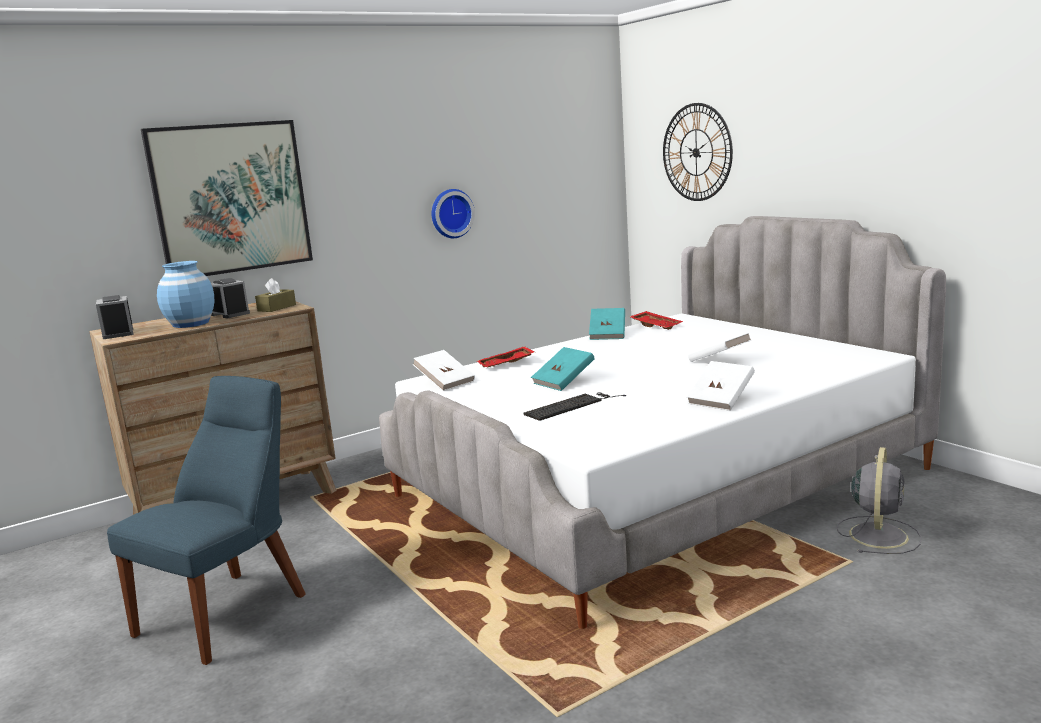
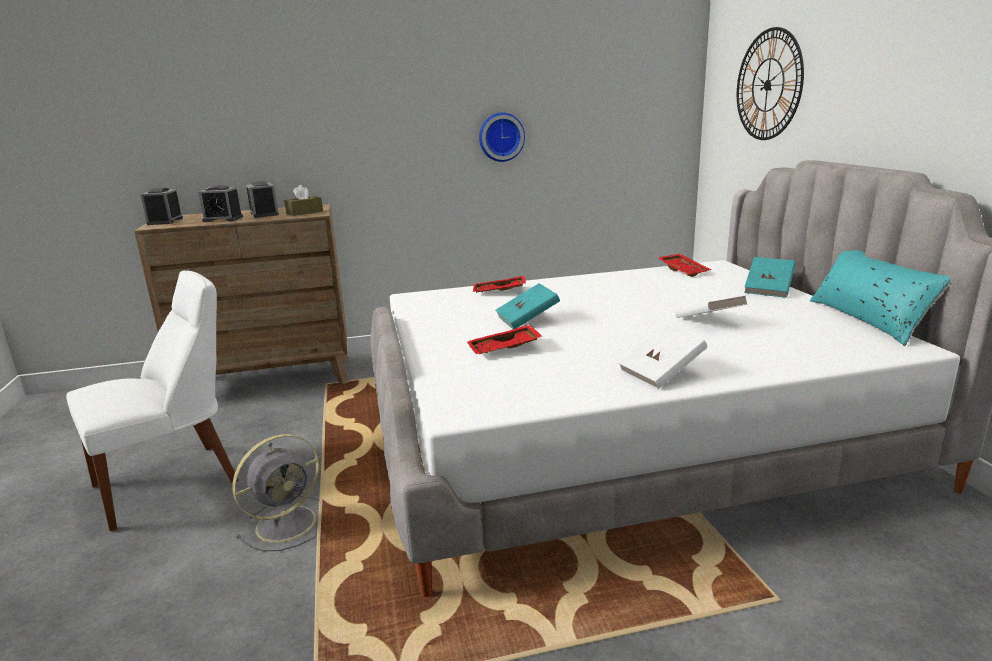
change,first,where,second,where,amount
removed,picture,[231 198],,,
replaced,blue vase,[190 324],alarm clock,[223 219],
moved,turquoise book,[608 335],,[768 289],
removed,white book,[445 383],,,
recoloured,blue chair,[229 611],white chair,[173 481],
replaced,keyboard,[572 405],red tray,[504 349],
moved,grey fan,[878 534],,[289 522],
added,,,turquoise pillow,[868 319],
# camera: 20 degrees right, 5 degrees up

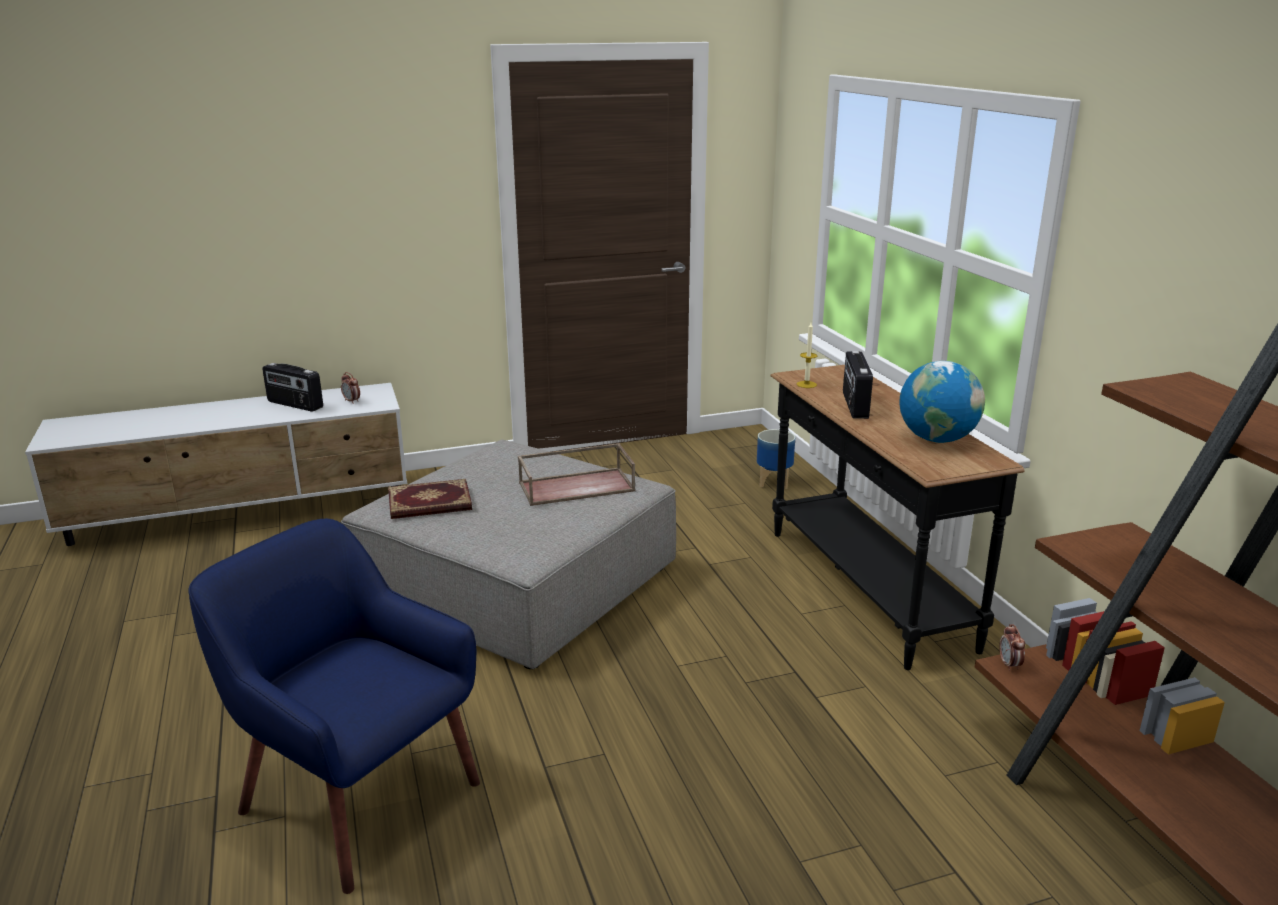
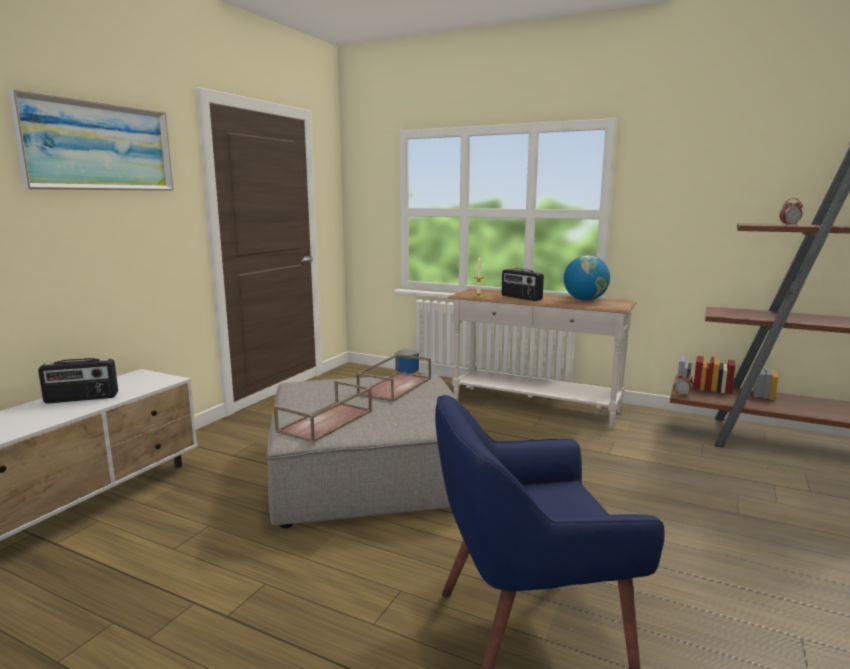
change,first,where,second,where,amount
recoloured,black console table,[865 588],white console table,[534 407],
moved,alarm clock,[352 401],,[789 225],
replaced,book,[430 504],brown tray,[326 422],
added,,,picture,[99 147],
# camera: 45 degrees left, 10 degrees down

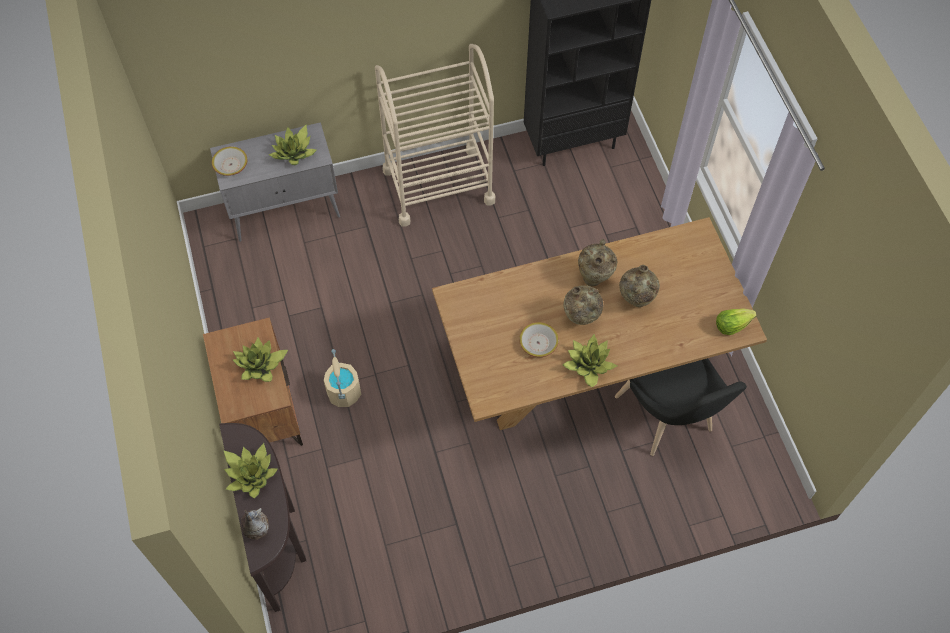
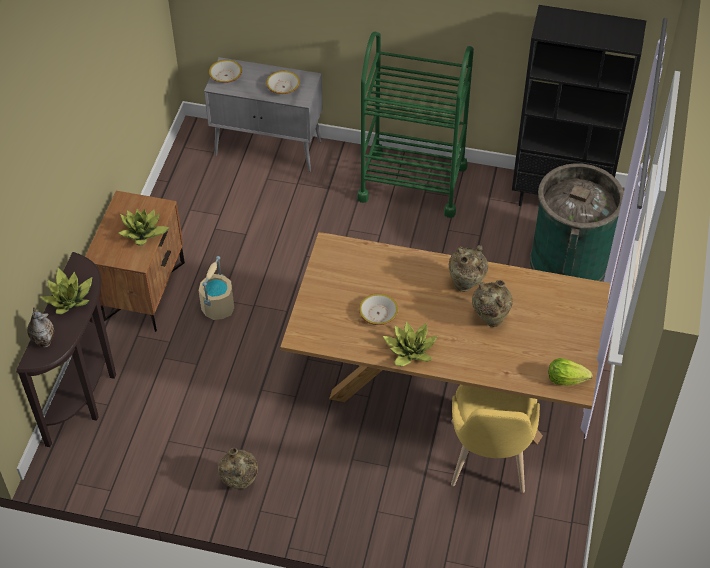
change,first,where,second,where,amount
recoloured,beige cart,[438 185],green cart,[412 182],
replaced,potted plant,[294 152],bowl,[283 87],
moved,beige vase,[580 319],,[240 484],
recoloured,black chair,[668 419],yellow chair,[488 463],
added,,,green trash can,[568 262],
# camera: 30 degrees right, 10 degrees down

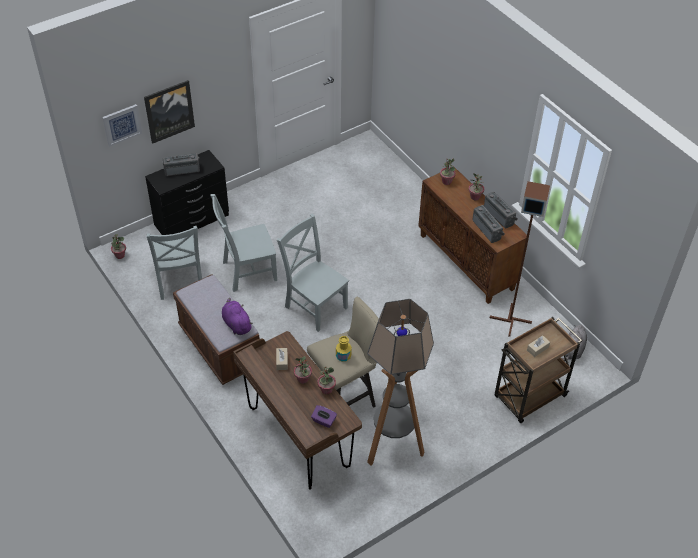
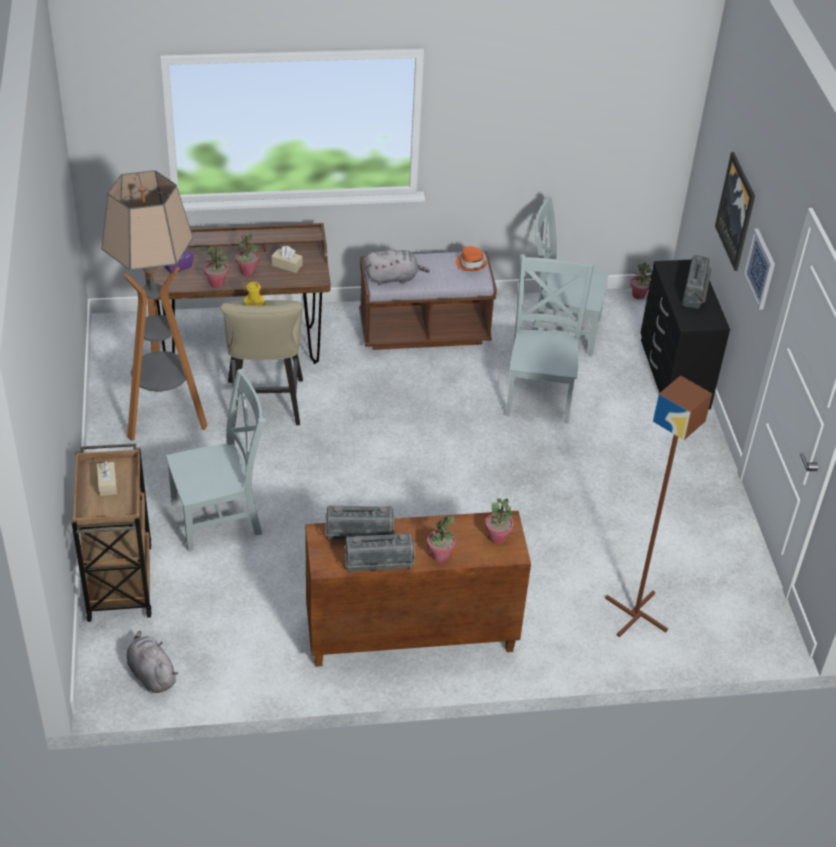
change,first,where,second,where,amount
moved,picture,[122 124],,[760 269],
moved,brown floor lamp,[510 319],,[637 614],
moved,grey chair,[314 305],,[221 517],
recoloured,purple plush toy,[236 324],grey plush toy,[393 278],
added,,,orange hat,[471 263],
# camera: 115 degrees right, 5 degrees down

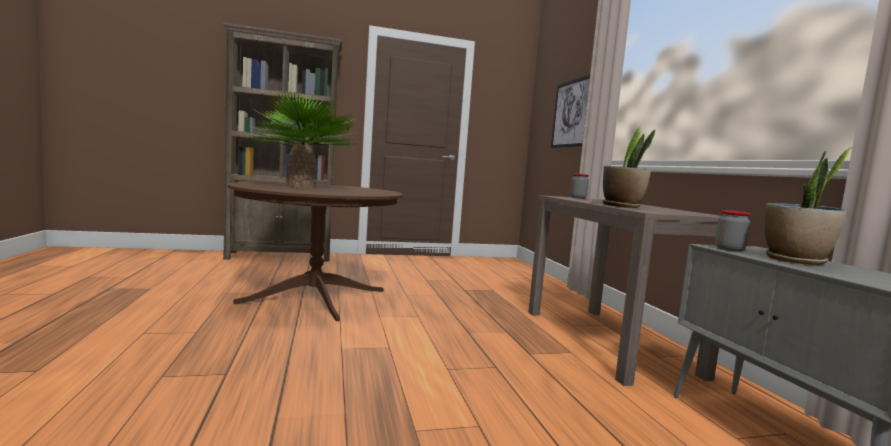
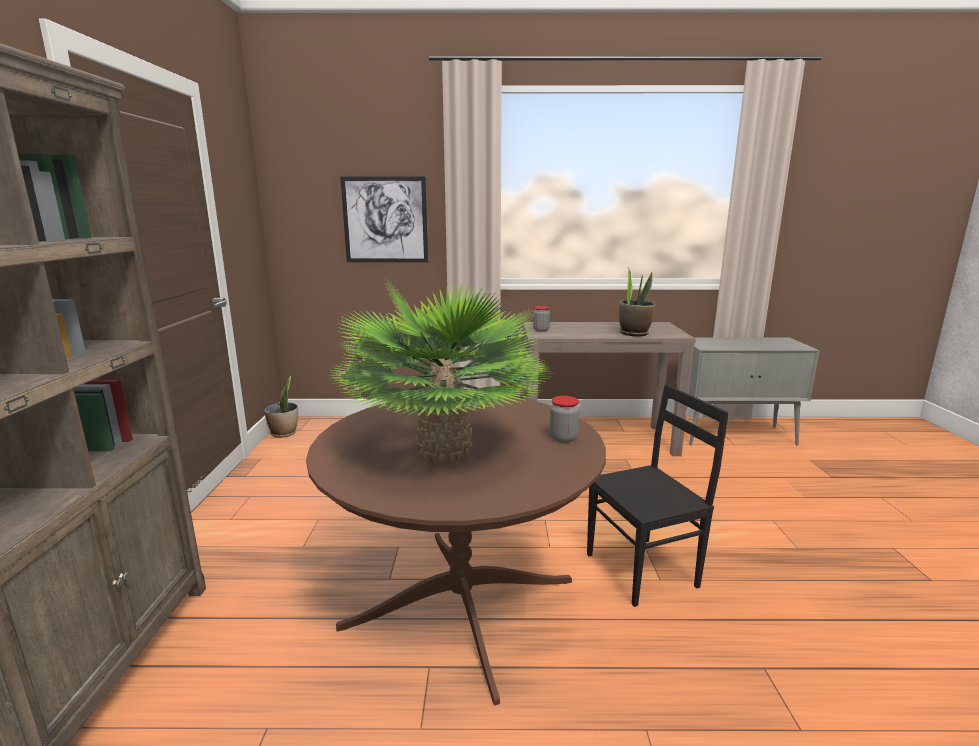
change,first,where,second,where,amount
moved,potted plant,[796 261],,[284 433],
moved,jar,[729 249],,[563 438],
added,,,black chair,[643 570],
# camera: 75 degrees left, 10 degrees up

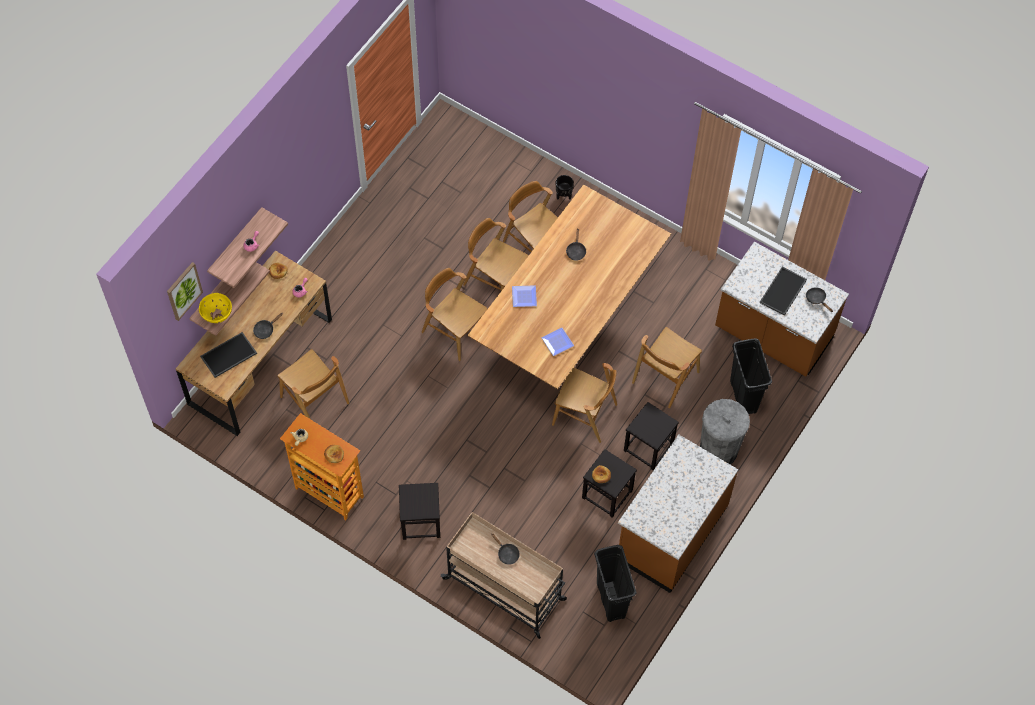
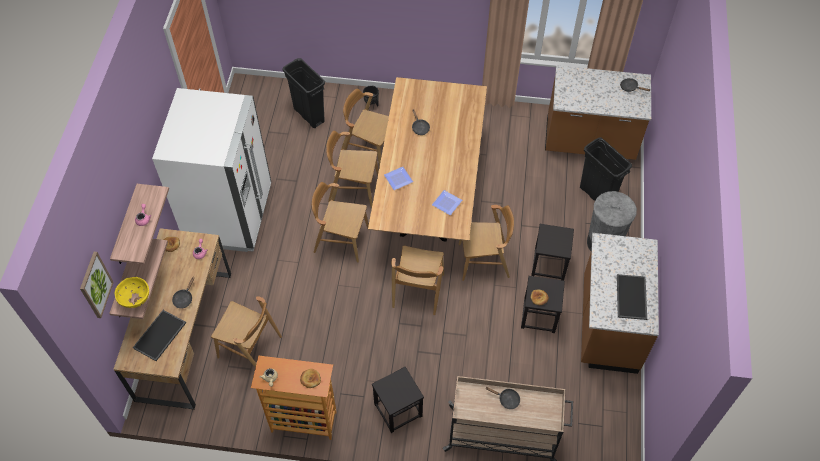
change,first,where,second,where,amount
moved,tray,[783 292],,[632 297],
moved,brown chair,[665 377],,[418 291],
moved,black trash can,[610 600],,[309 115],
added,,,white fridge,[229 215],
# camera: 25 degrees left, 5 degrees down

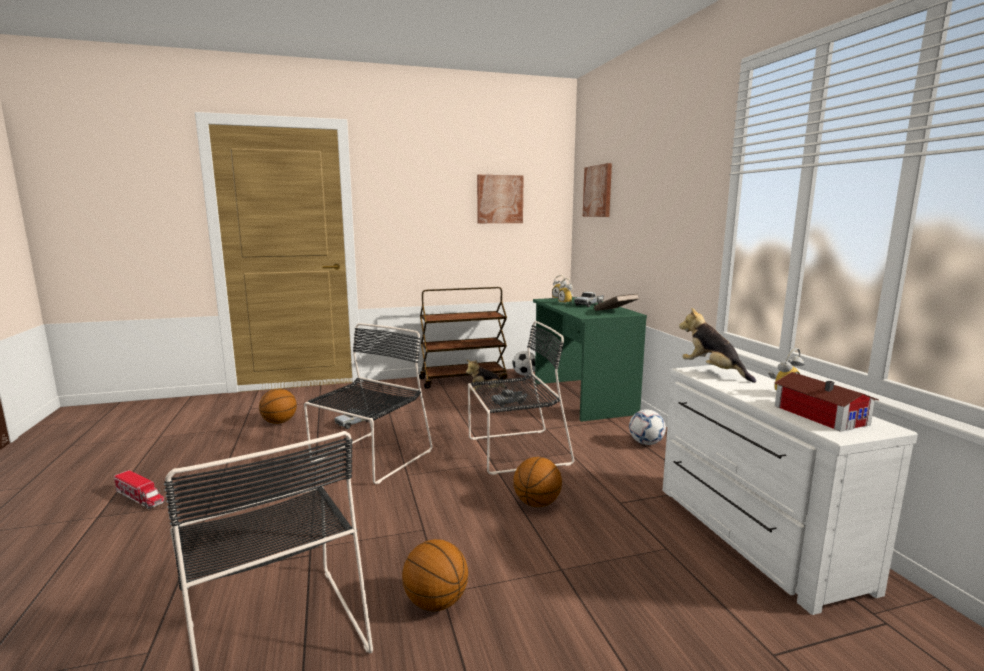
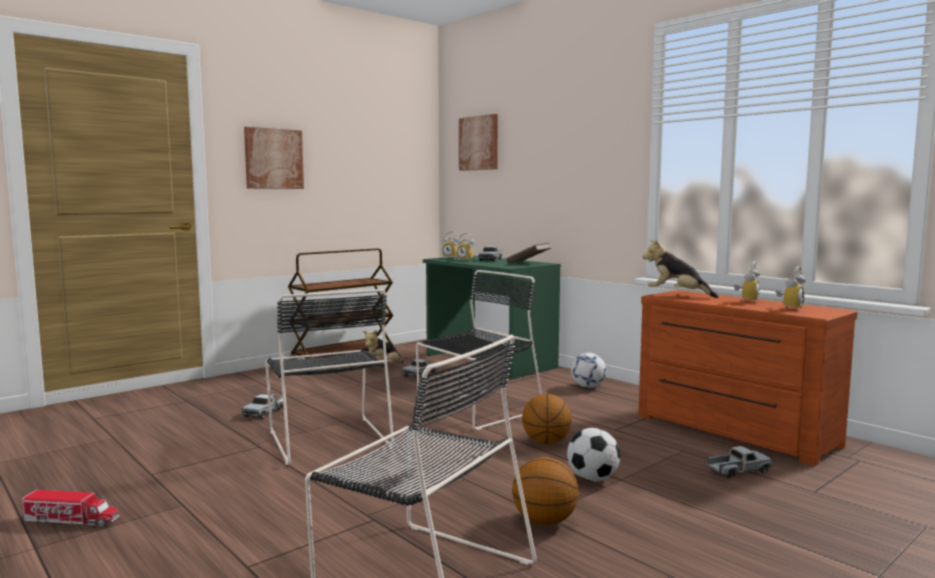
change,first,where,second,where,amount
moved,picture,[499 199],,[273 159],
turned,black chair,[370 458],,[328 438],150 degrees clockwise
moved,football,[524 375],,[593 479],
recoloured,white dresser,[751 535],brown dresser,[732 431],
replaced,toy house,[819 414],alarm clock,[789 308],
removed,basketball,[279 422],,,
added,,,toy truck,[738 471],
# camera: 25 degrees left, 5 degrees down

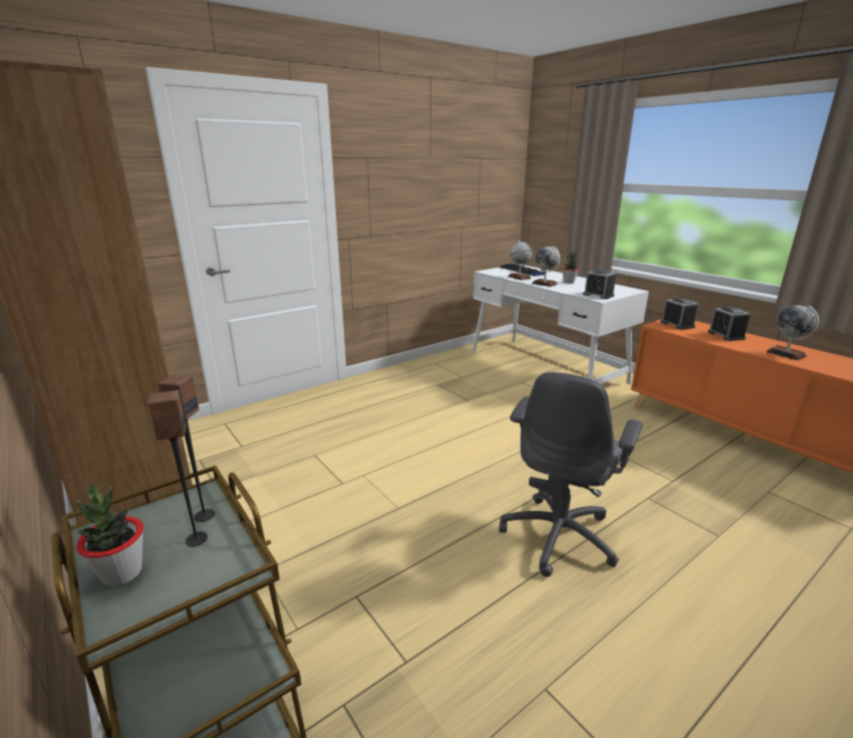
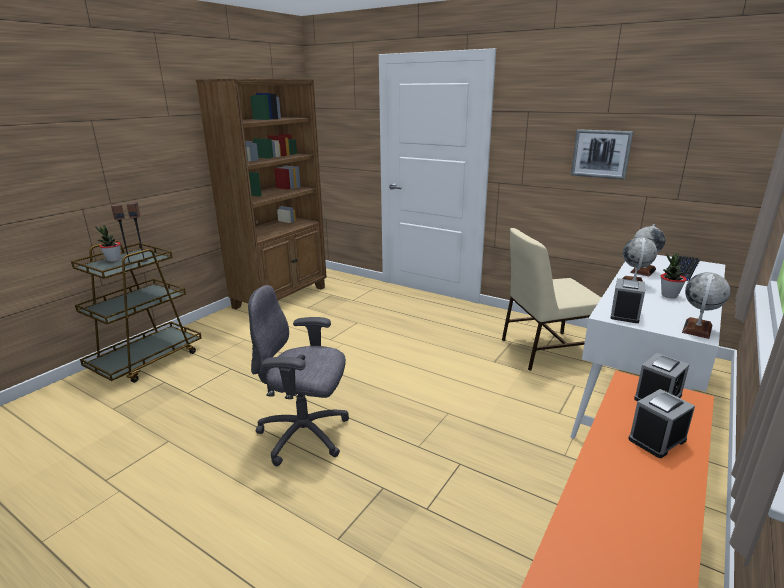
change,first,where,second,where,amount
moved,globe,[786 354],,[697 329],
added,,,picture,[601 154],
added,,,beige chair,[544 350],
# camera: 70 degrees right, 0 degrees up

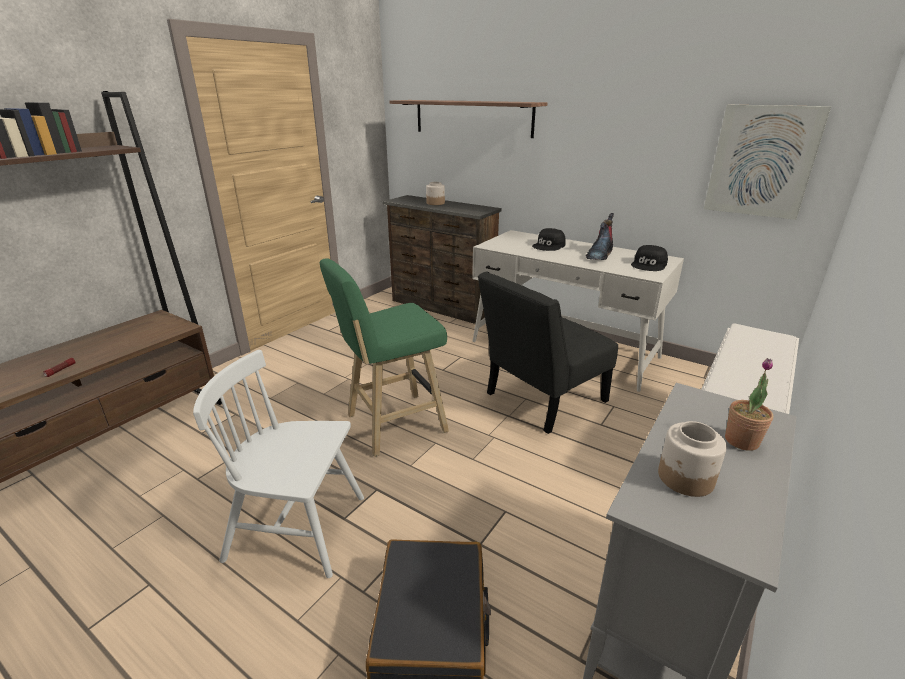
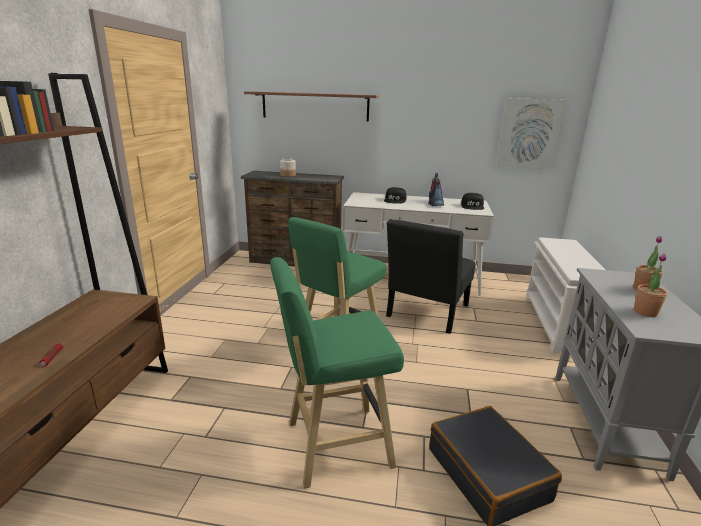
change,first,where,second,where,amount
replaced,white chair,[297 528],green stool,[333 445],
replaced,jar,[685 478],potted plant,[645 312],
# camera: 25 degrees left, 5 degrees down

